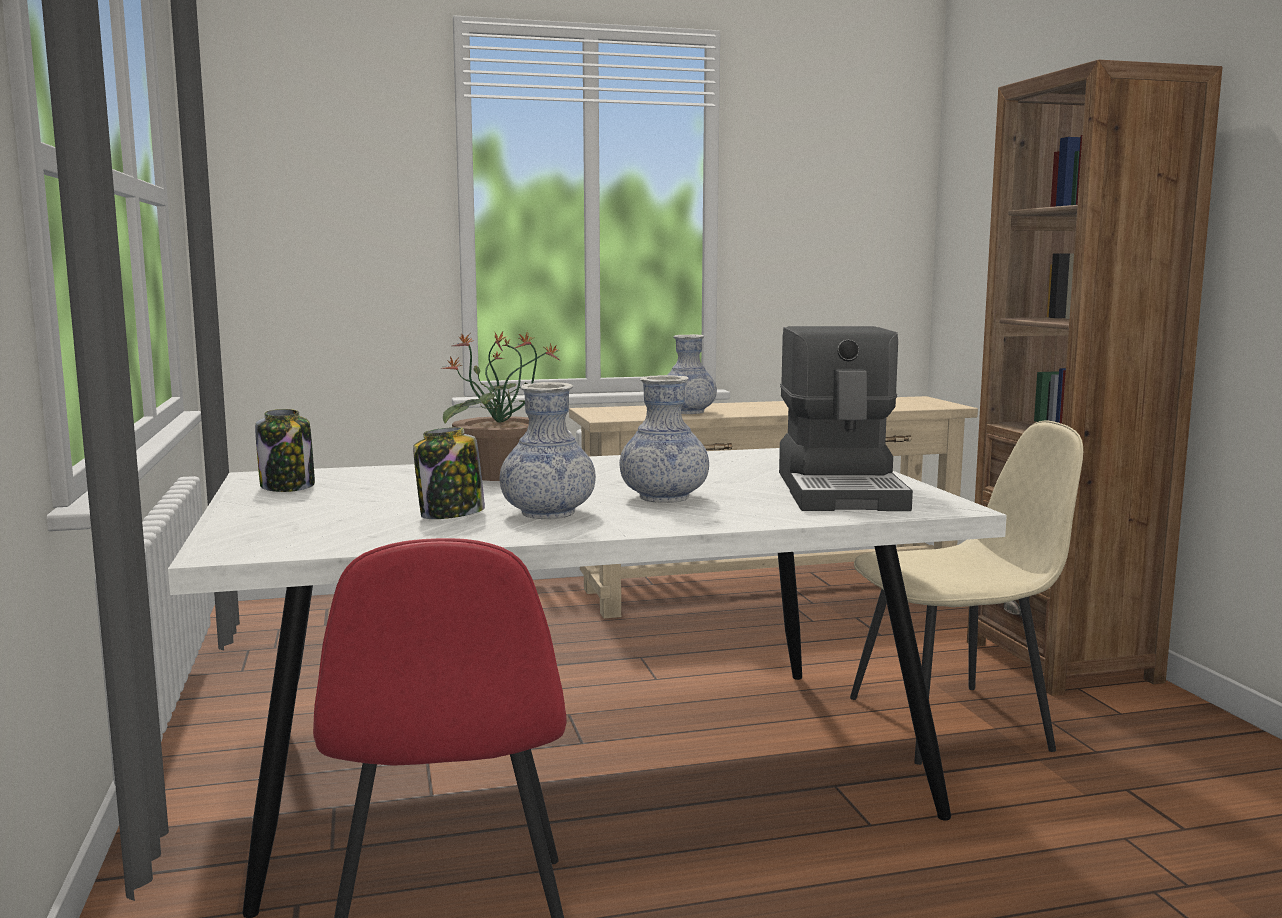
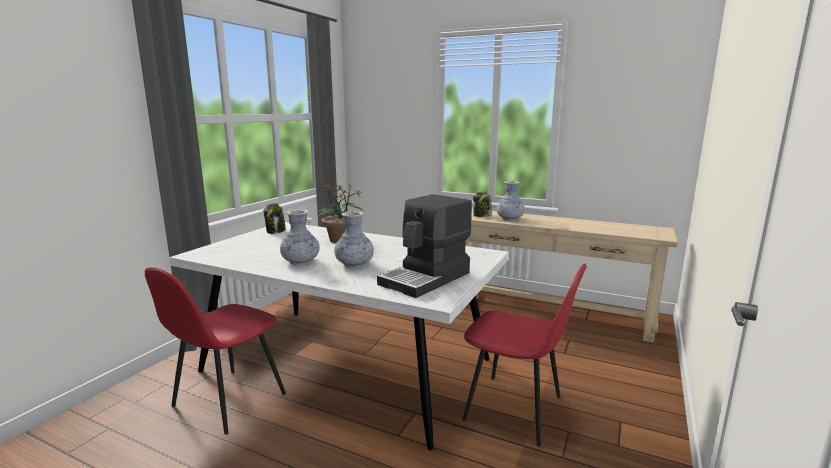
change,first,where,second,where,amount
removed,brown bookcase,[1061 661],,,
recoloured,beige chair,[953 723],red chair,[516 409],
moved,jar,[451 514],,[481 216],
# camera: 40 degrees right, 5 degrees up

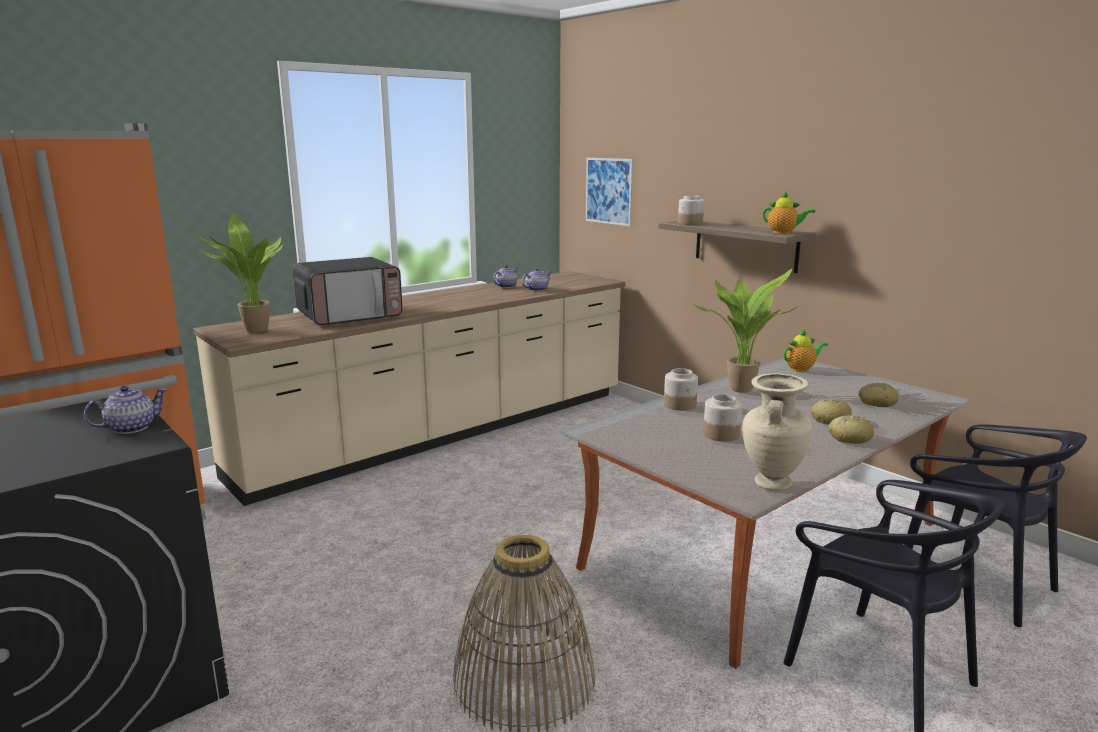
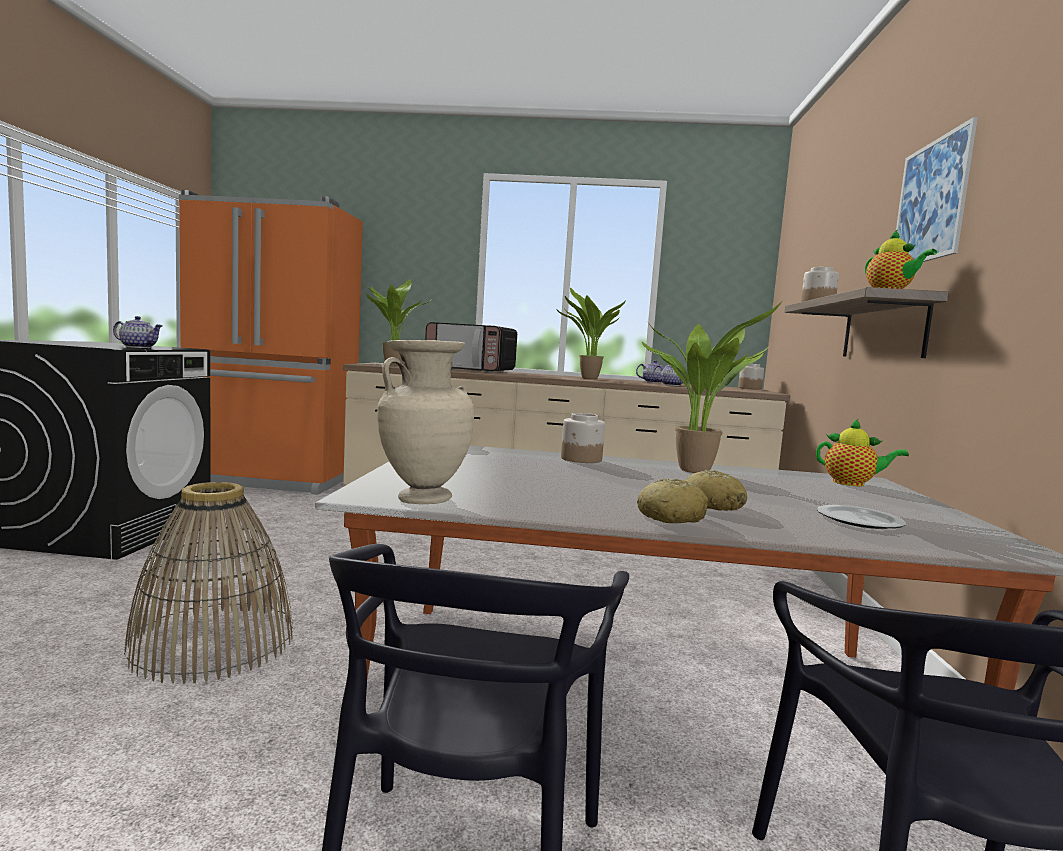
change,first,where,second,where,amount
moved,picture,[608 191],,[931 201],
replaced,bread,[876 402],plate,[858 520],
moved,jar,[720 434],,[749 388],
added,,,potted plant,[587 378],
# camera: 45 degrees right, 10 degrees down

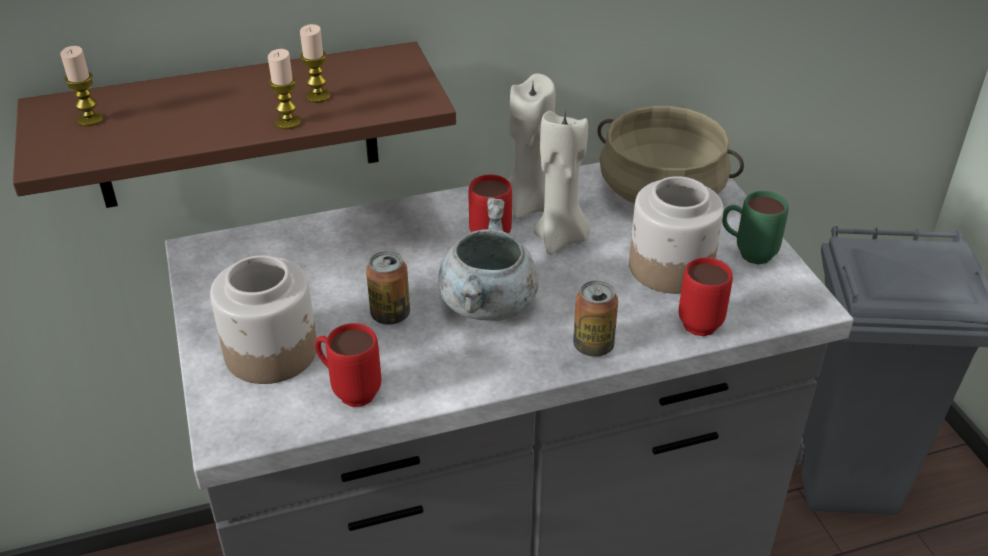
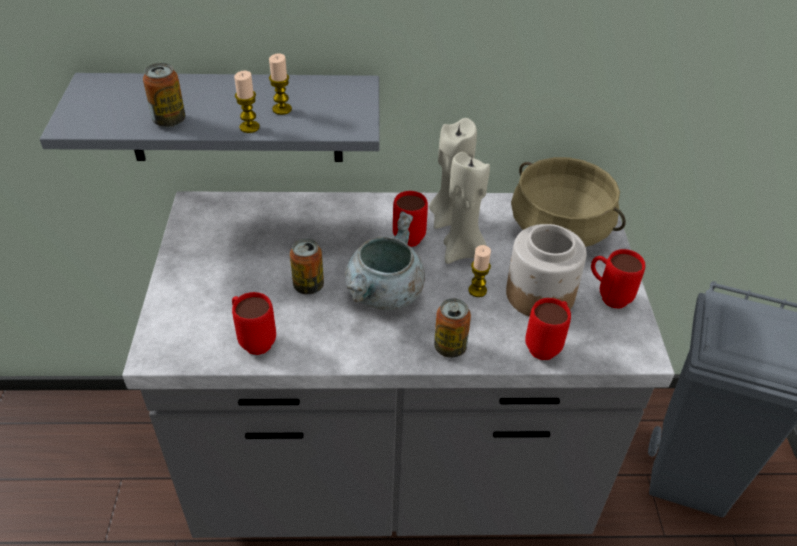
change,first,where,second,where,amount
recoloured,brown shelf,[236 127],grey shelf,[234 118],
moved,candle,[90 119],,[477 290],
recoloured,green mug,[747 253],red mug,[608 296],
removed,jar,[272 352],,,
added,,,can,[169 120],
# camera: 15 degrees right, 5 degrees up

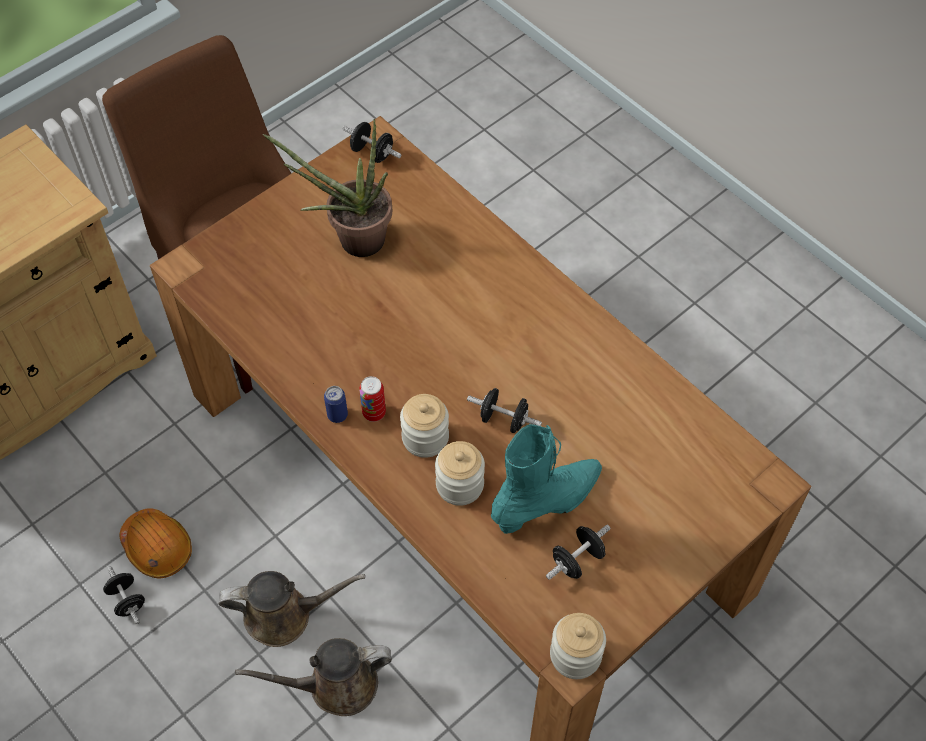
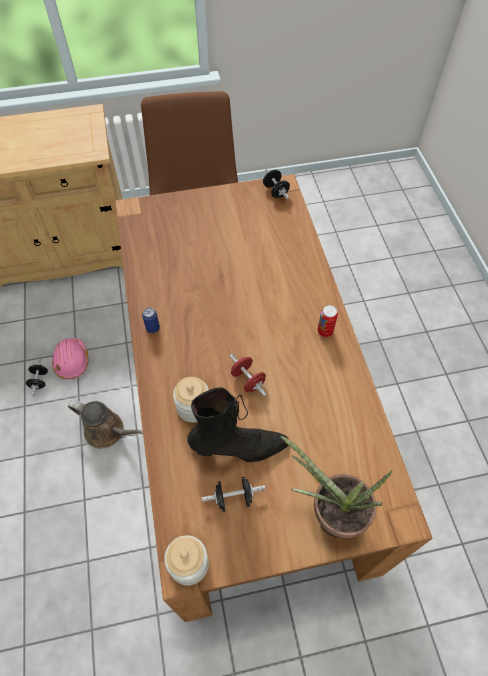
change,first,where,second,where,amount
moved,potted plant,[352 240],,[328 513],
moved,can,[374 413],,[325 331],
recoloured,black dumbbell,[503 419],red dumbbell,[248 380],
removed,jar,[425 438],,,
recoloured,turquoise boot,[547 503],black boot,[240 448],
recoloured,orange hard hat,[157 547],pink hard hat,[72 361],
removed,brown watering can,[335 685],,,
# camera: 30 degrees right, 0 degrees up

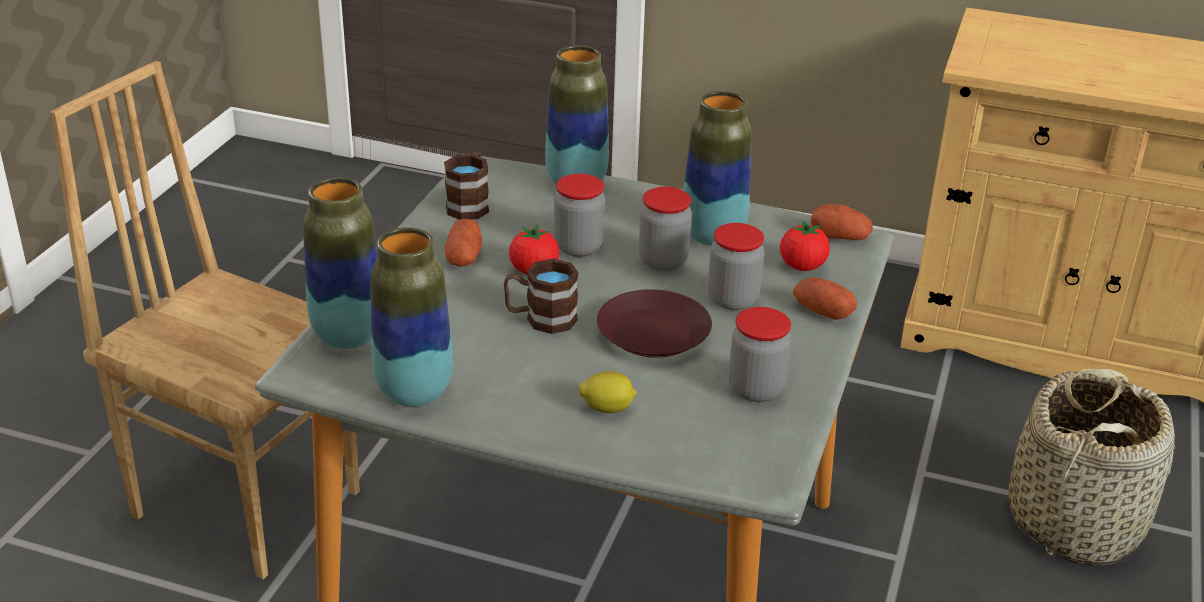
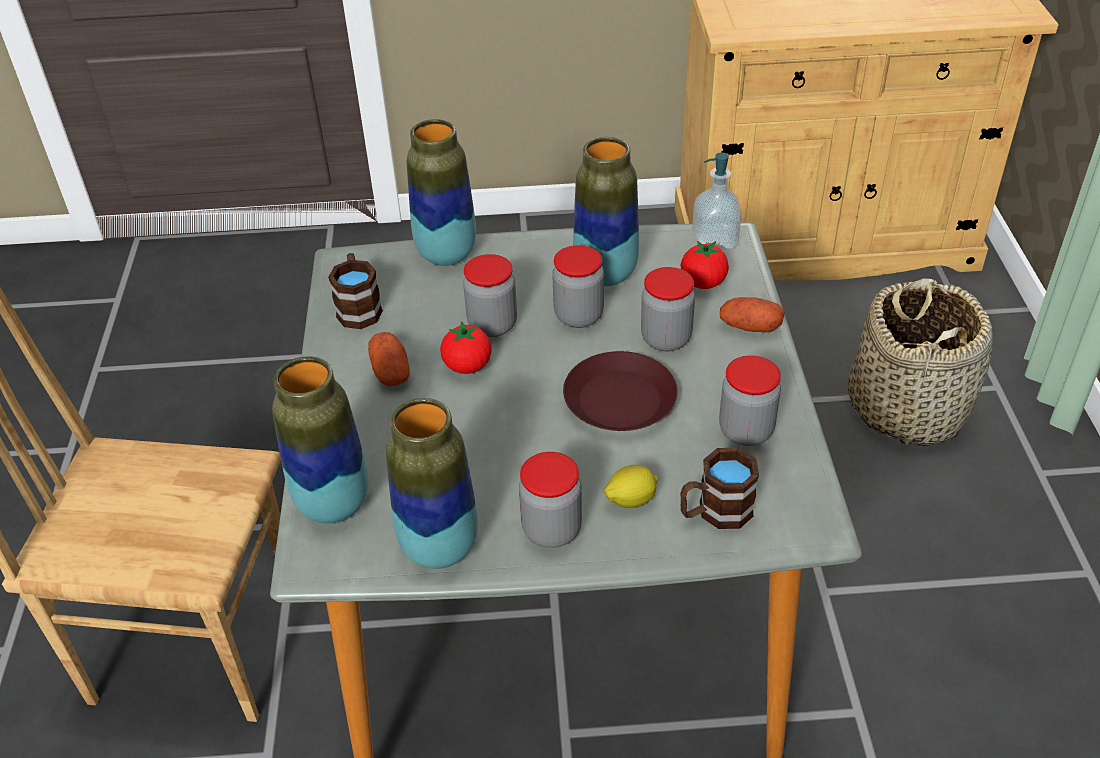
change,first,where,second,where,amount
replaced,potato,[840 237],soap dispenser,[714 240],
moved,brown mug,[540 319],,[715 512],
added,,,jar,[552 530],
# camera: 20 degrees left, 10 degrees up

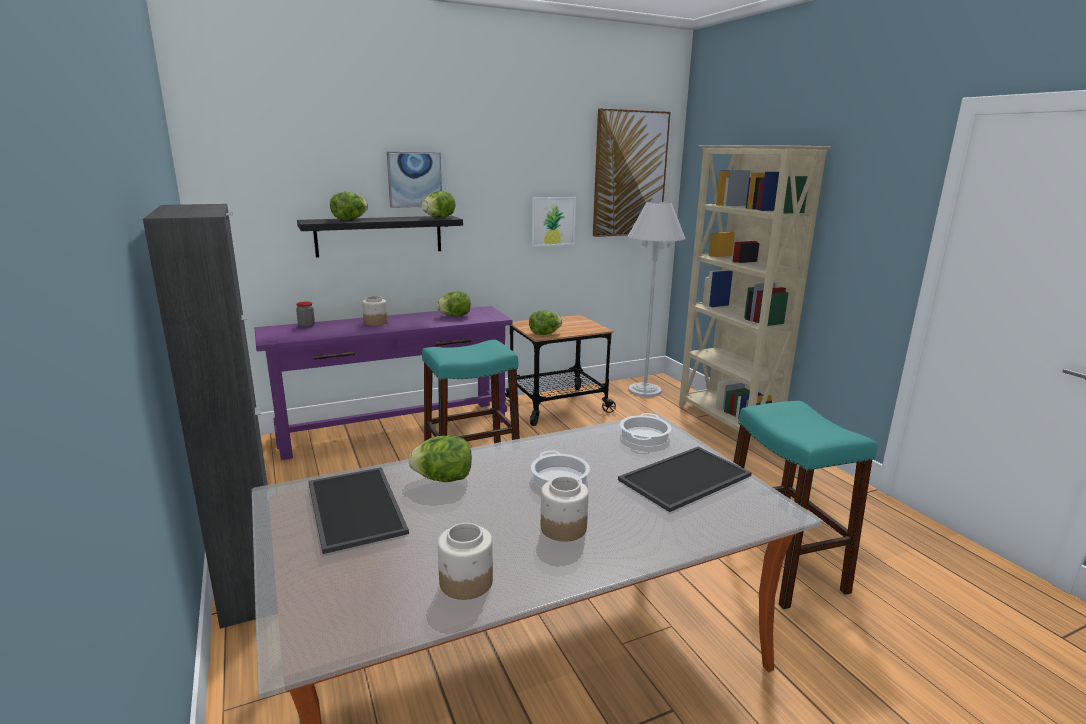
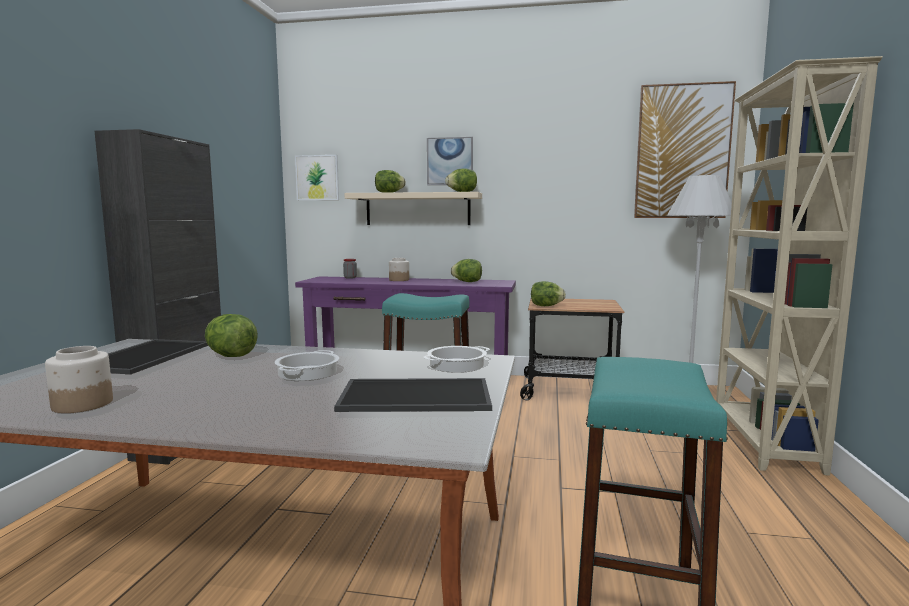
change,first,where,second,where,amount
moved,picture,[552 221],,[317 177],
recoloured,black shelf,[379 236],beige shelf,[418 209],
removed,jar,[563 528],,,
# camera: 35 degrees right, 10 degrees down

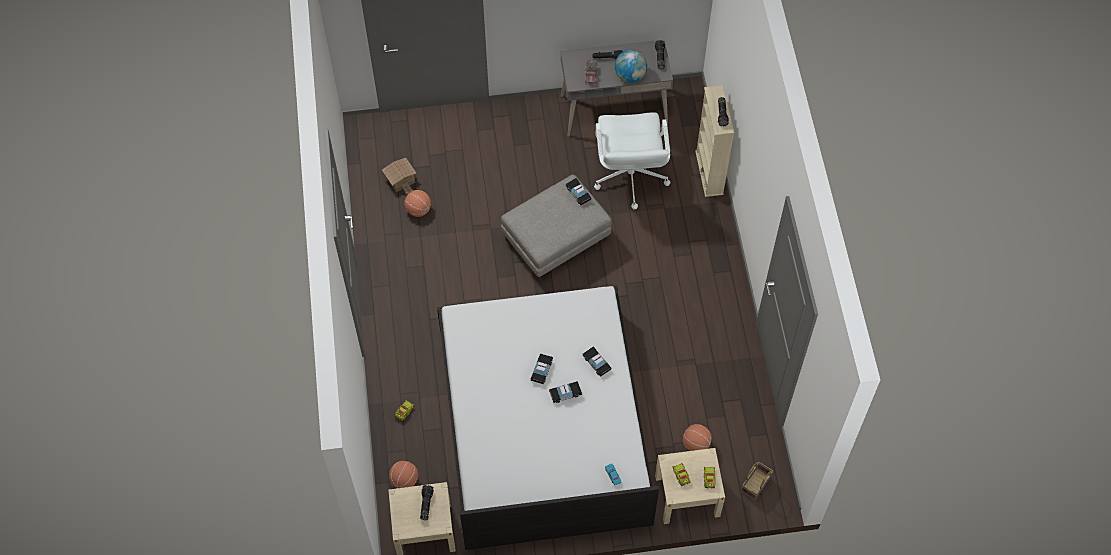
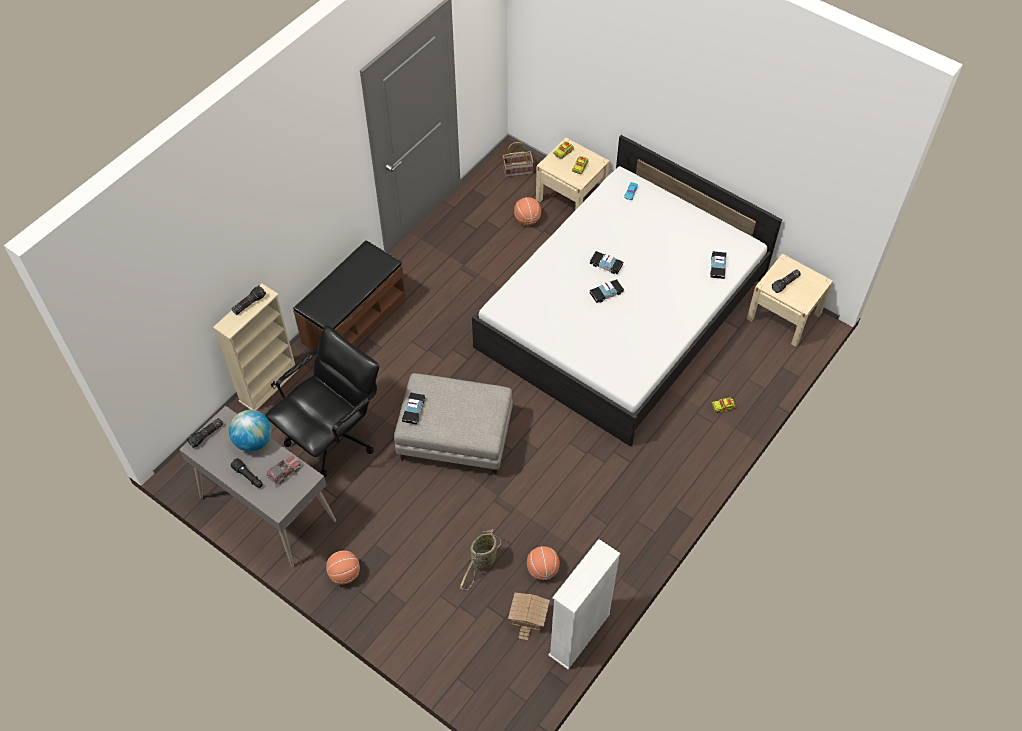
change,first,where,second,where,amount
recoloured,white office chair,[630 178],black office chair,[333 437],
moved,toy car,[596 363],,[717 267],
moved,basketball,[404 481],,[345 574],
added,,,brown bench,[353 319],
added,,,basket,[482 562],
added,,,white bookcase,[579 635],
# camera: 135 degrees left, 5 degrees down

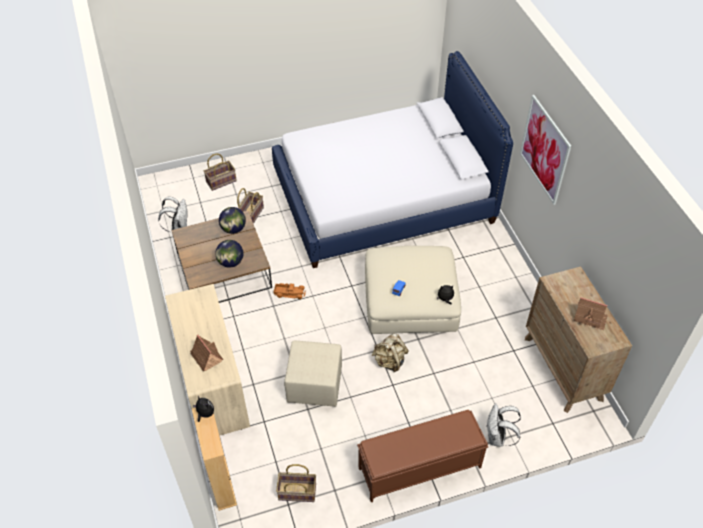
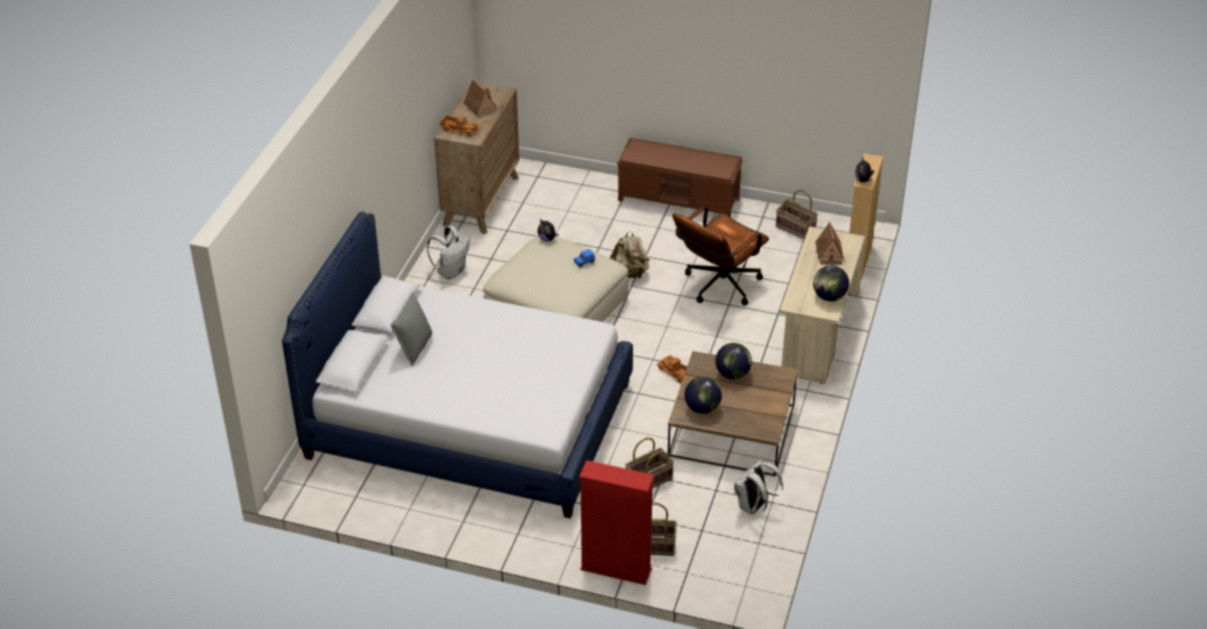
change,first,where,second,where,amount
removed,picture,[544 149],,,
replaced,beige ottoman,[315 384],brown office chair,[717 287],
moved,white backpack,[497 437],,[451 272],
added,,,toy truck,[459 129],
added,,,globe,[829 297],
added,,,grey pillow,[414 347],
added,,,red bookcase,[616 569],
# camera: 145 degrees left, 10 degrees down

